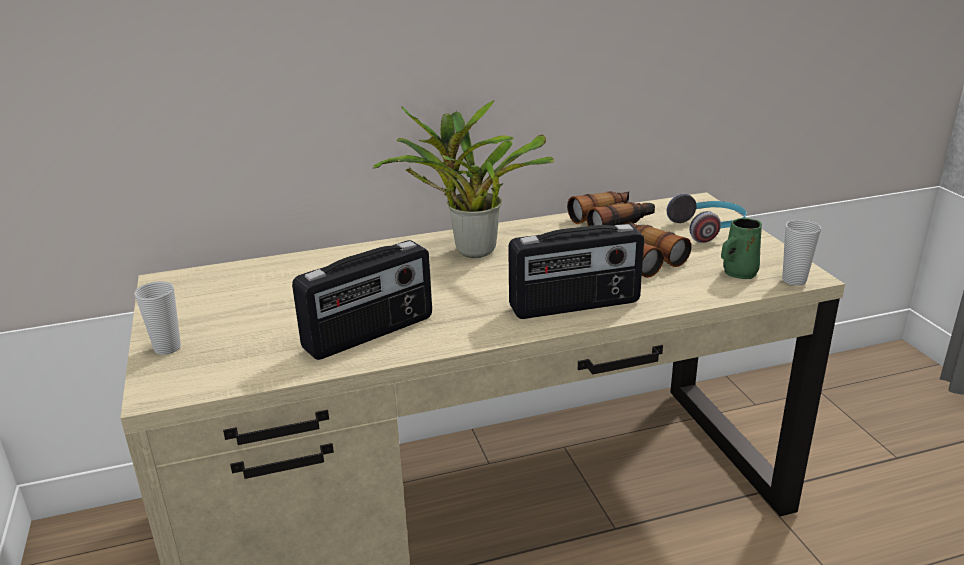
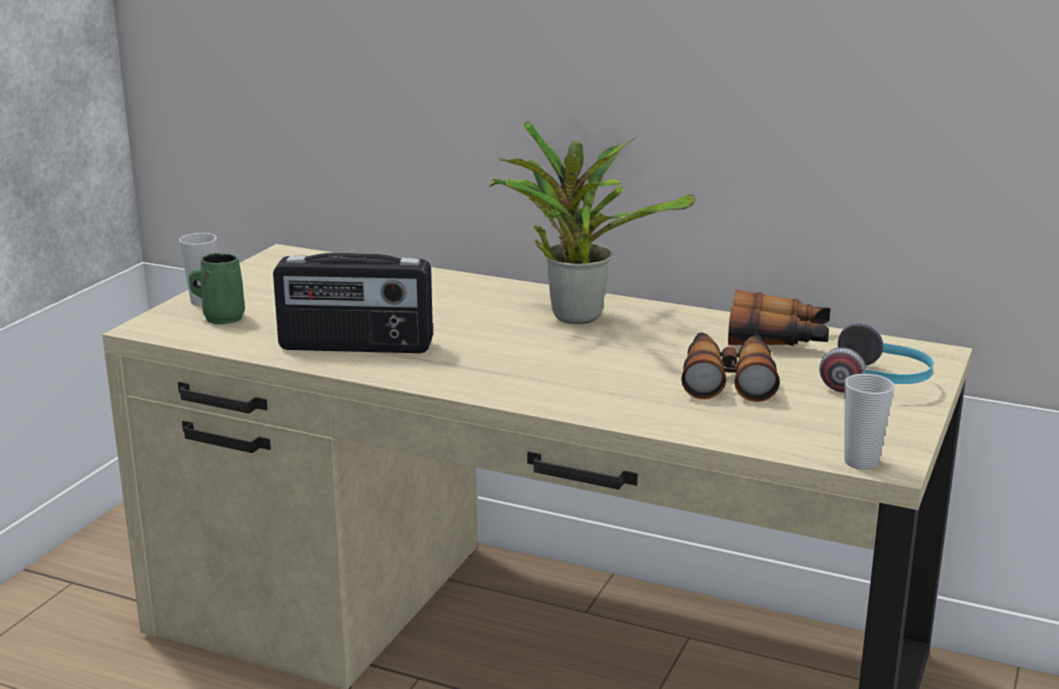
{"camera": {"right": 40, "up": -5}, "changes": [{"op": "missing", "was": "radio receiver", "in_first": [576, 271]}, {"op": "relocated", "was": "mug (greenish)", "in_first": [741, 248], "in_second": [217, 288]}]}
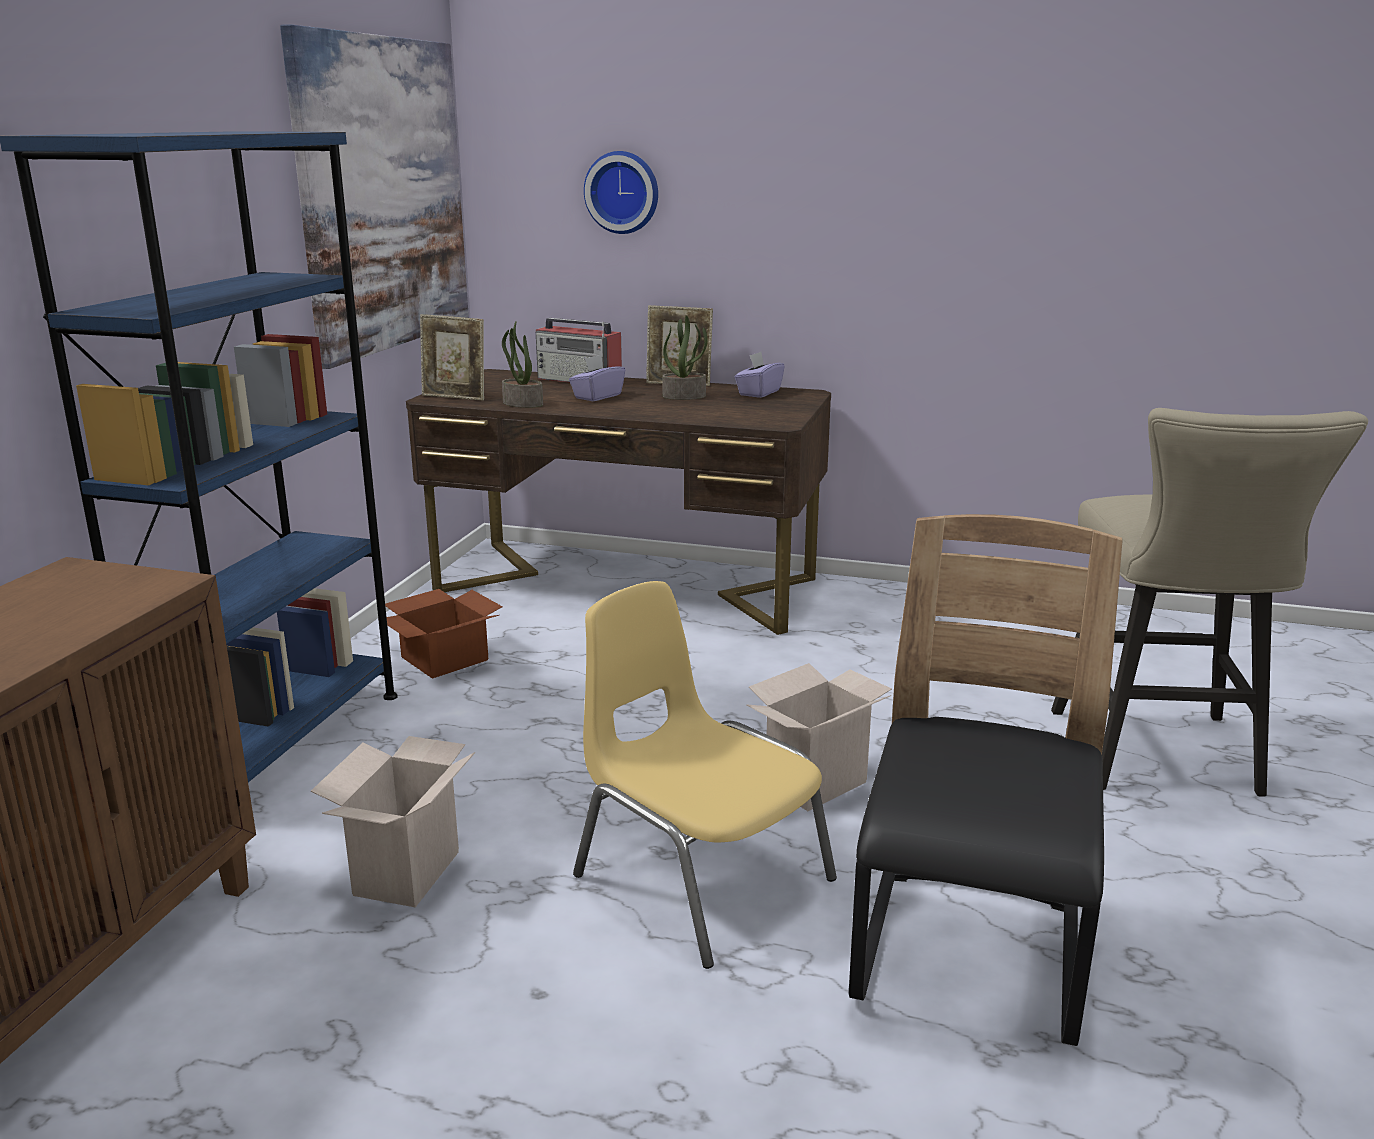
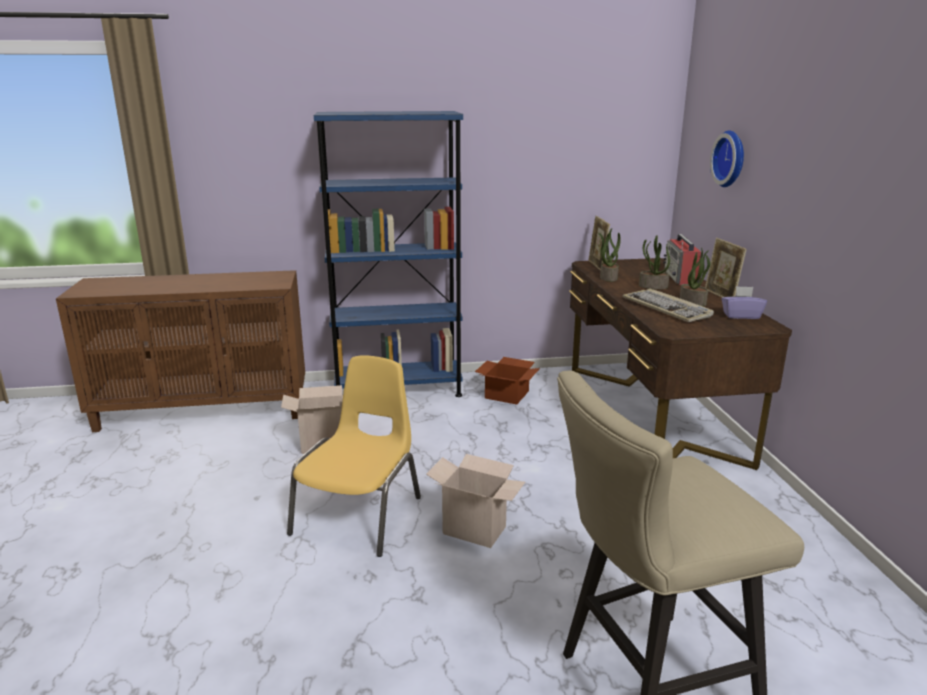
{"camera": {"right": 65, "up": 0}, "changes": [{"op": "missing", "was": "picture", "in_first": [374, 196]}, {"op": "missing", "was": "chair (blackish)", "in_first": [985, 780]}, {"op": "appeared", "now": "computer keyboard", "in_second": [668, 305]}, {"op": "exchanged", "was": "tissue holder (purple)", "now": "potted plant", "in_first": [597, 378], "in_second": [654, 262]}]}
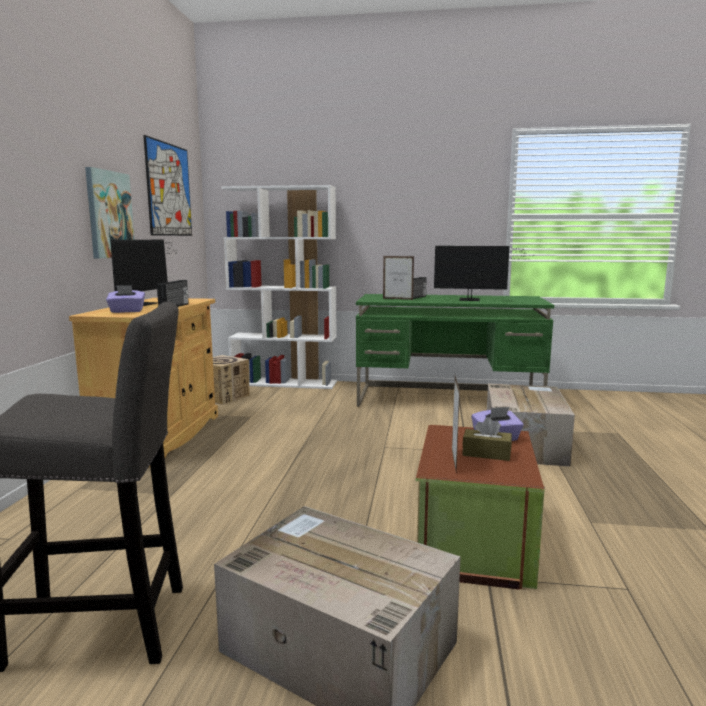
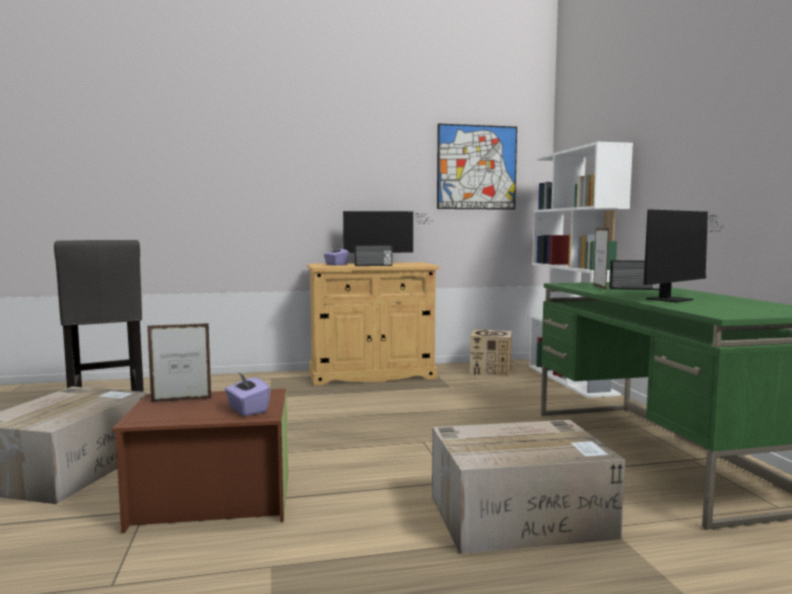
{"camera": {"right": 70, "up": -5}, "changes": [{"op": "missing", "was": "picture", "in_first": [109, 213]}, {"op": "missing", "was": "tissue holder (brownish)", "in_first": [487, 439]}, {"op": "spun", "was": "monitor", "in_first": [482, 273], "in_second": [682, 256], "clockwise": -120}]}
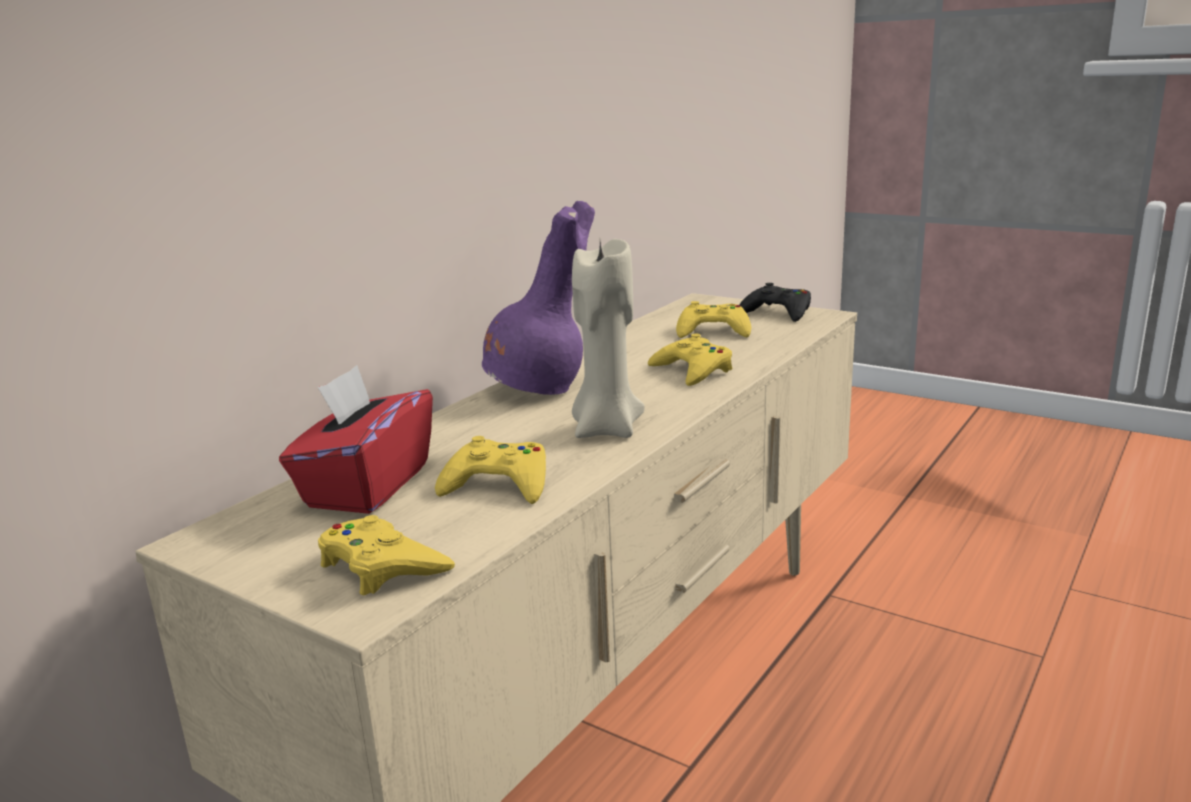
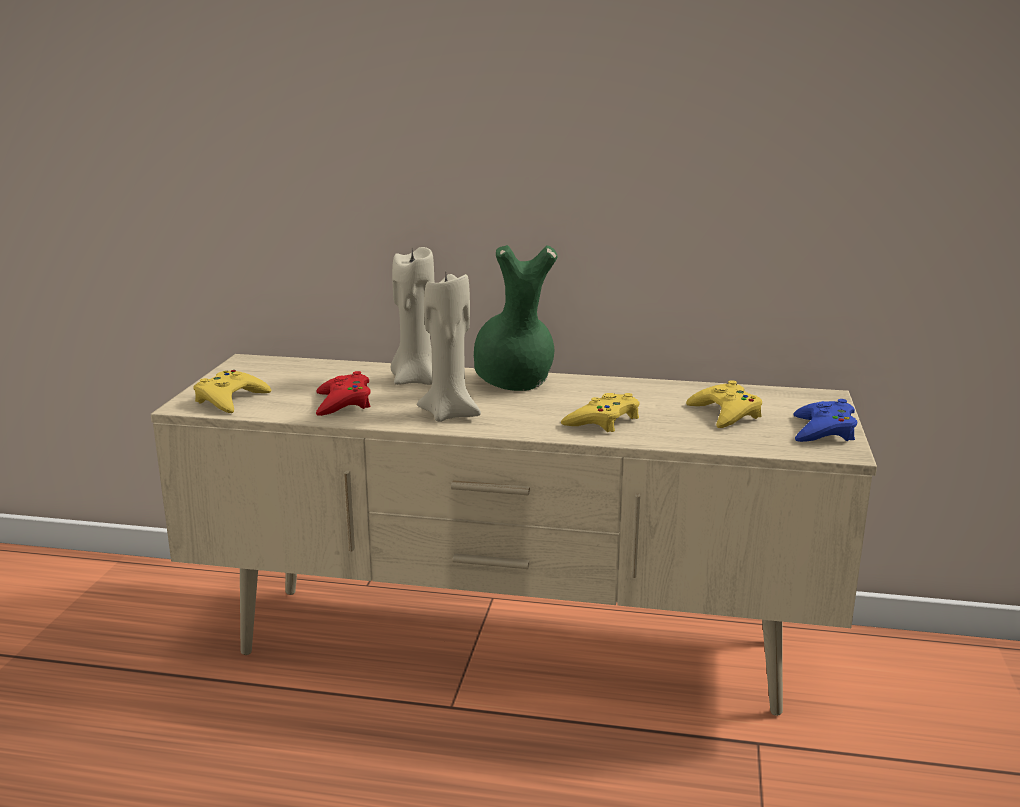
{"camera": {"right": 65, "up": 0}, "changes": [{"op": "missing", "was": "tissue holder (red-coloured)", "in_first": [356, 439]}, {"op": "appeared", "now": "wax candle (beige-coloured)", "in_second": [412, 316]}, {"op": "colour", "was": "joypad (yellowish)", "now": "joypad (red-coloured)", "in_first": [490, 470], "in_second": [343, 393]}, {"op": "colour", "was": "vase (purple)", "now": "vase (greenish)", "in_first": [538, 298], "in_second": [516, 318]}, {"op": "colour", "was": "joypad (blackish)", "now": "joypad (blue)", "in_first": [775, 302], "in_second": [825, 420]}]}
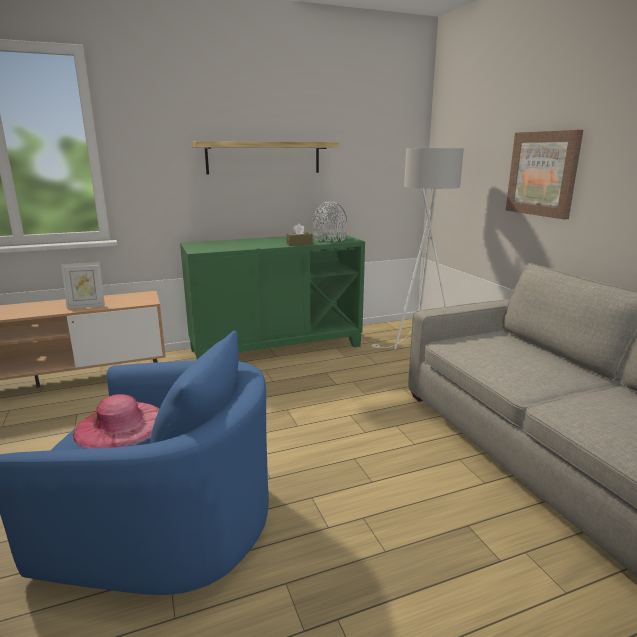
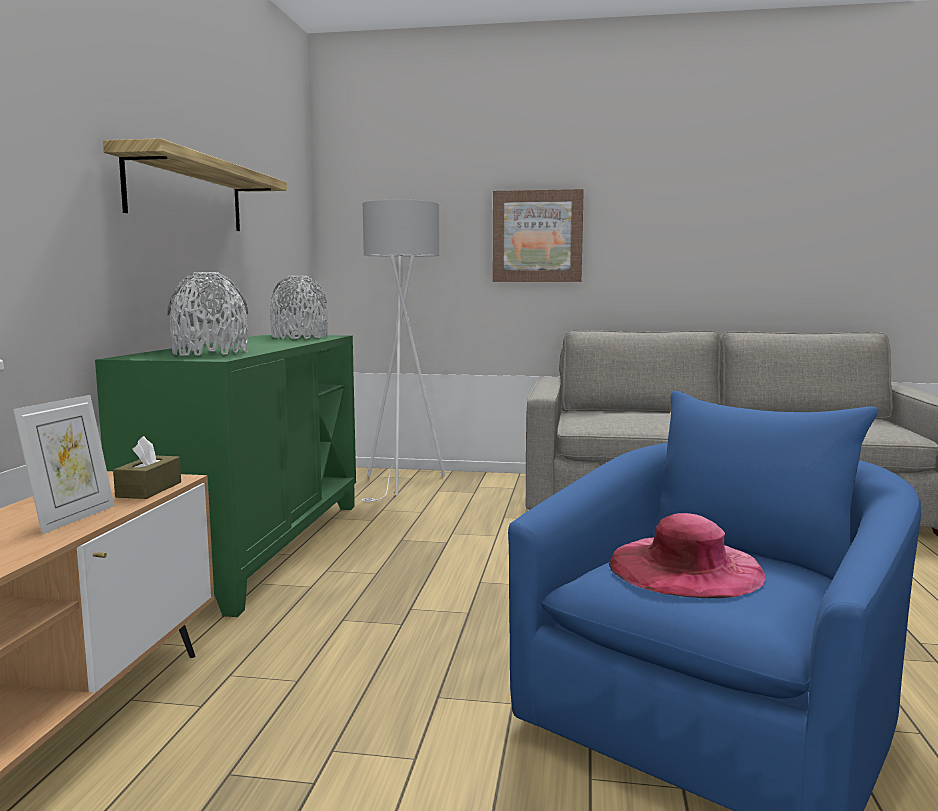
{"camera": {"right": -60, "up": -10}, "changes": [{"op": "appeared", "now": "vase (greyish)", "in_second": [207, 314]}, {"op": "relocated", "was": "tissue holder (brownish)", "in_first": [299, 235], "in_second": [147, 467]}]}
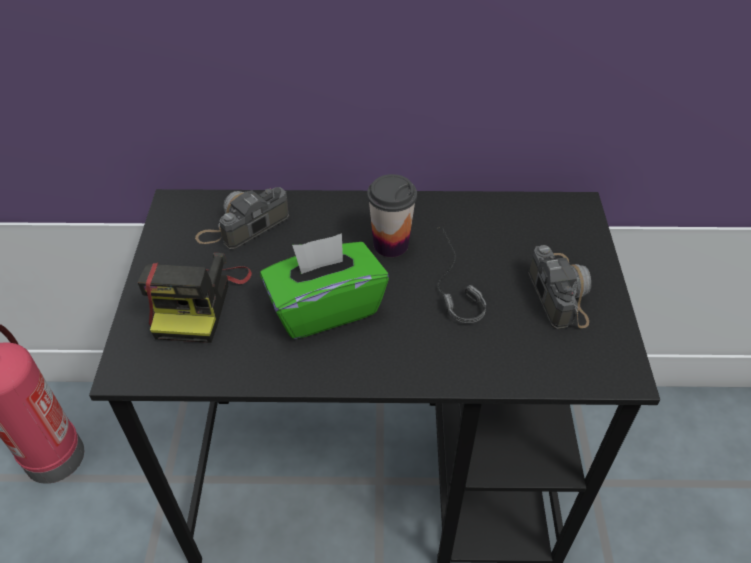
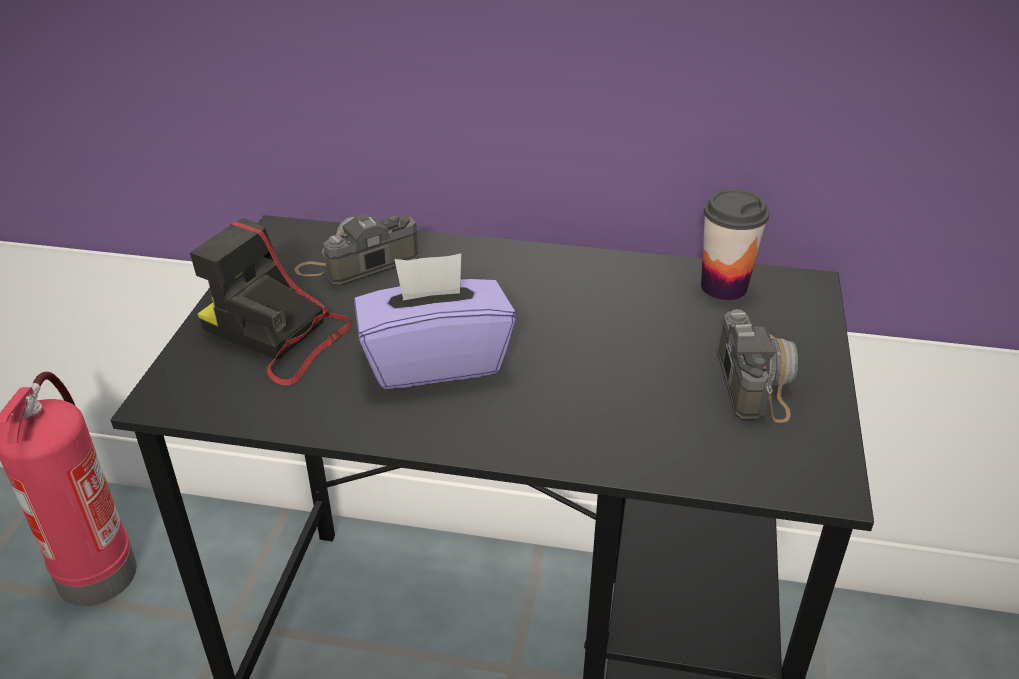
{"camera": {"right": 10, "up": -10}, "changes": [{"op": "missing", "was": "pair of headphones", "in_first": [462, 275]}, {"op": "relocated", "was": "small cup", "in_first": [392, 215], "in_second": [735, 244]}, {"op": "colour", "was": "tissue holder (greenish)", "now": "tissue holder (purple)", "in_first": [324, 286], "in_second": [435, 321]}, {"op": "spun", "was": "photo camera", "in_first": [195, 298], "in_second": [271, 301], "clockwise": 105}]}
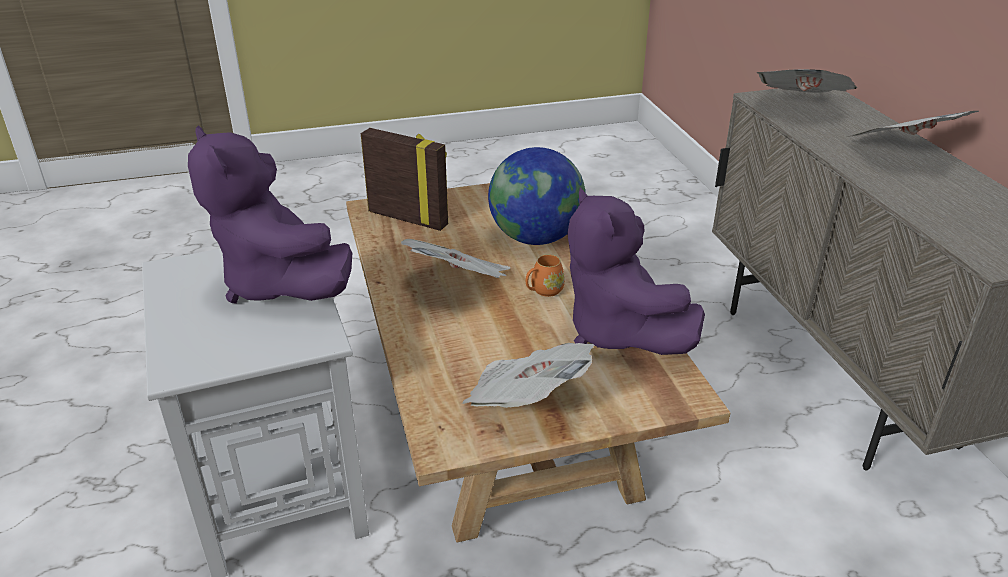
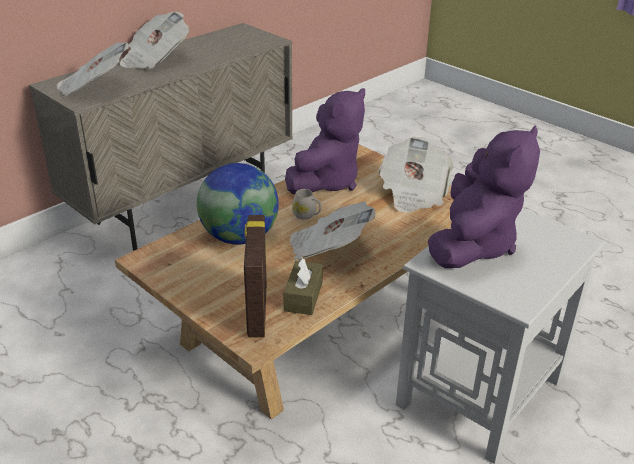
{"camera": {"right": -120, "up": 0}, "changes": [{"op": "appeared", "now": "tissue holder (brownish)", "in_second": [303, 286]}, {"op": "colour", "was": "mug (orange)", "now": "mug (whitish)", "in_first": [545, 275], "in_second": [306, 204]}]}
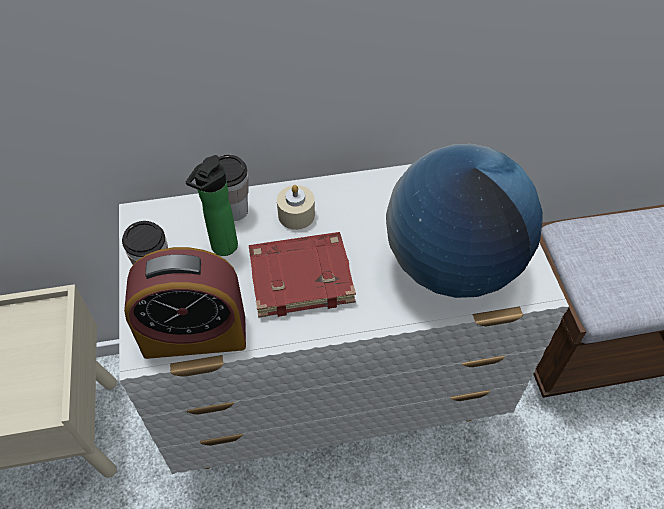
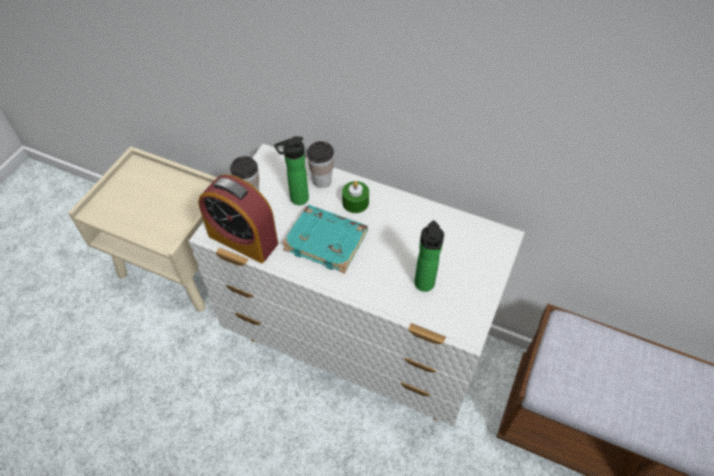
{"camera": {"right": 35, "up": 0}, "changes": [{"op": "exchanged", "was": "desk globe", "now": "drink bottle", "in_first": [464, 221], "in_second": [429, 256]}, {"op": "colour", "was": "volume (red-coloured)", "now": "volume (turquoise)", "in_first": [302, 275], "in_second": [325, 239]}, {"op": "colour", "was": "wax candle (beige-coloured)", "now": "wax candle (greenish)", "in_first": [296, 207], "in_second": [355, 197]}]}
